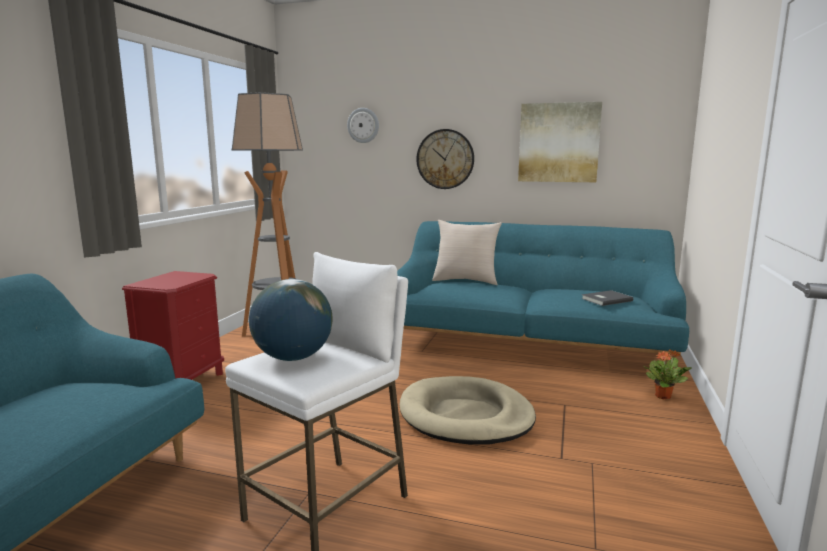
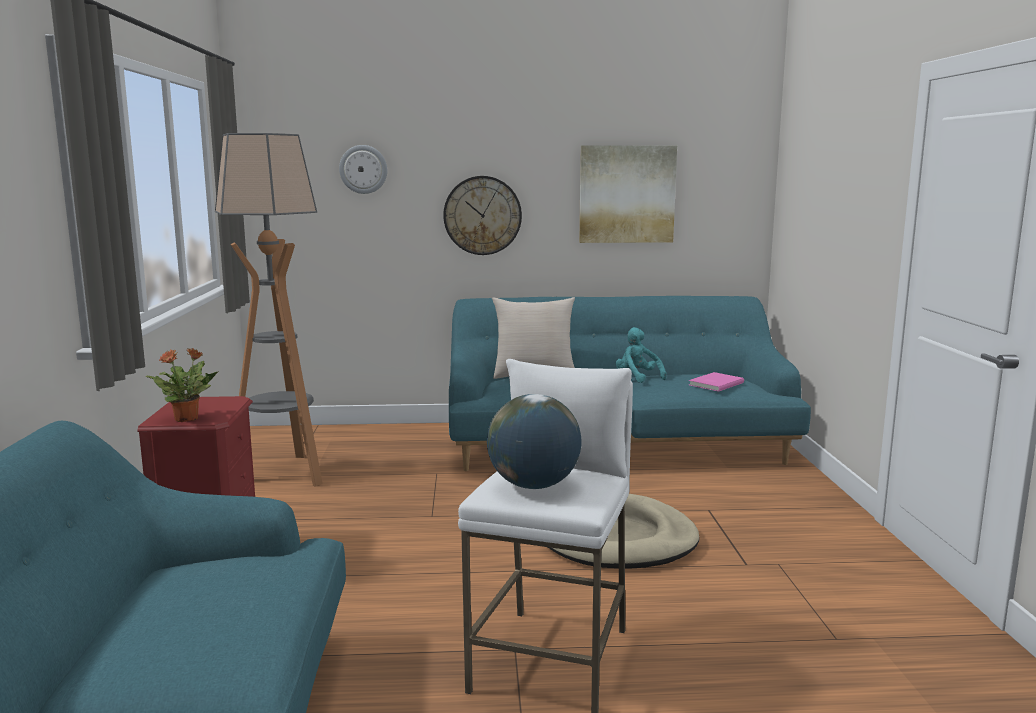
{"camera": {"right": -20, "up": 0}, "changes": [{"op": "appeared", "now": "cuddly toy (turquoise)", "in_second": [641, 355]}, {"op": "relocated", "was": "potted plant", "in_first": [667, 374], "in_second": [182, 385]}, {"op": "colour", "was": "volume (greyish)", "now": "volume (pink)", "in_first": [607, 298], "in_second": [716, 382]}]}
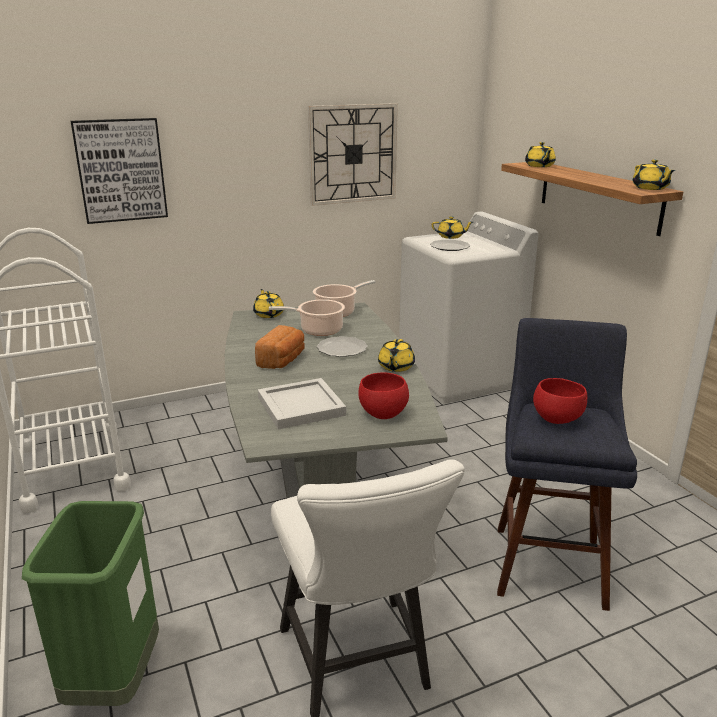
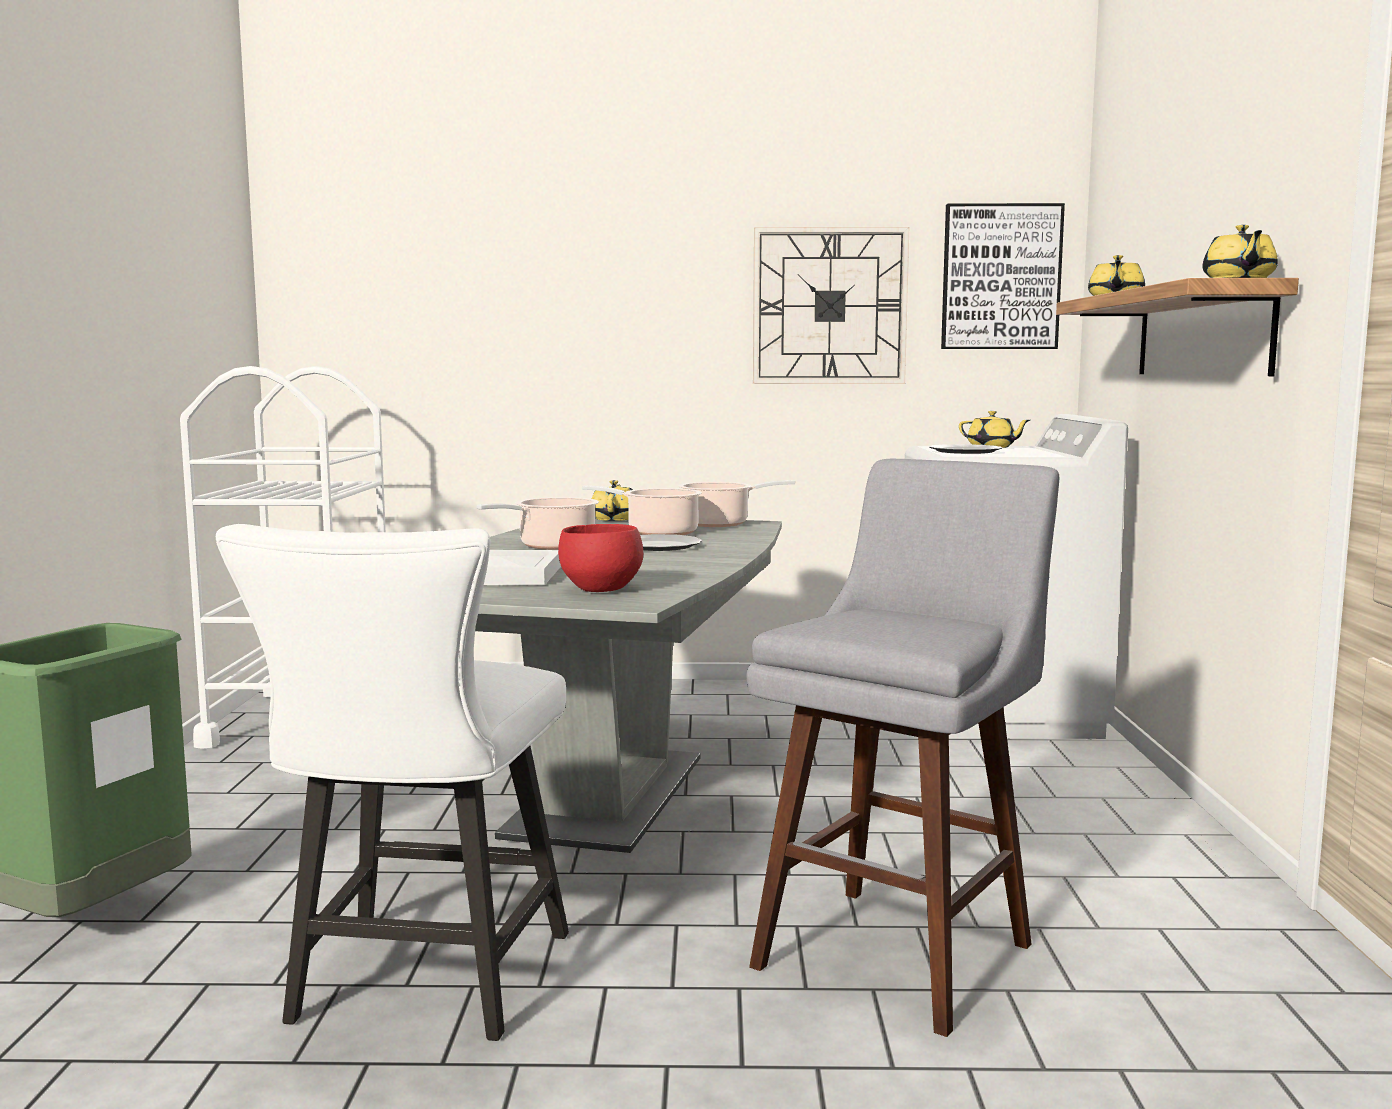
{"camera": {"right": 25, "up": -15}, "changes": [{"op": "missing", "was": "teapot (yellowish)", "in_first": [396, 355]}, {"op": "missing", "was": "bowl (red-coloured)", "in_first": [560, 401]}, {"op": "relocated", "was": "picture", "in_first": [119, 171], "in_second": [1003, 276]}, {"op": "exchanged", "was": "baked bread", "now": "saucepot", "in_first": [280, 347], "in_second": [537, 523]}, {"op": "colour", "was": "stool (blue)", "now": "stool (greyish)", "in_first": [567, 464], "in_second": [903, 748]}]}
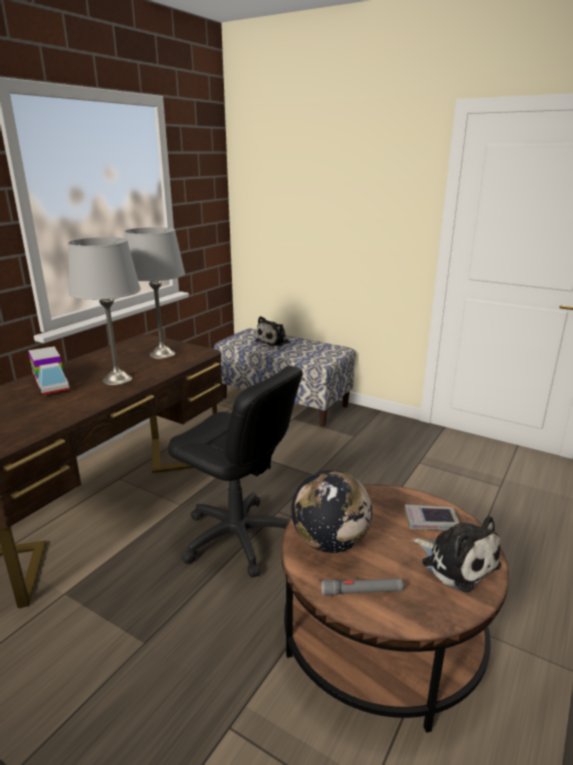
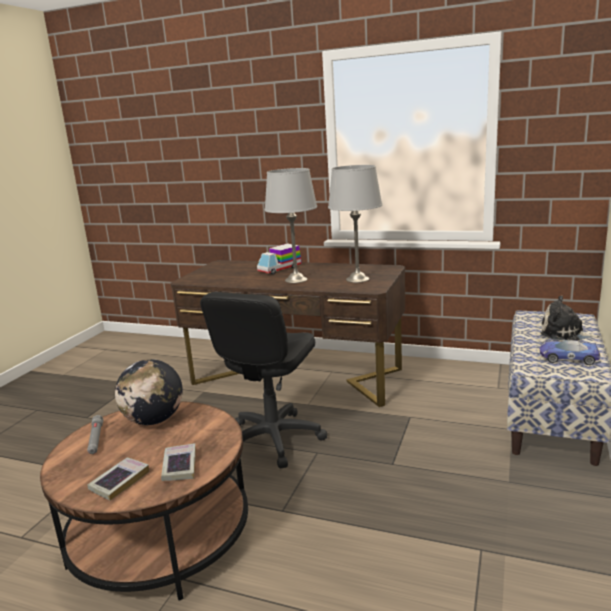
{"camera": {"right": 80, "up": -5}, "changes": [{"op": "appeared", "now": "model car", "in_second": [570, 352]}, {"op": "exchanged", "was": "cuddly toy", "now": "volume", "in_first": [457, 554], "in_second": [118, 479]}]}
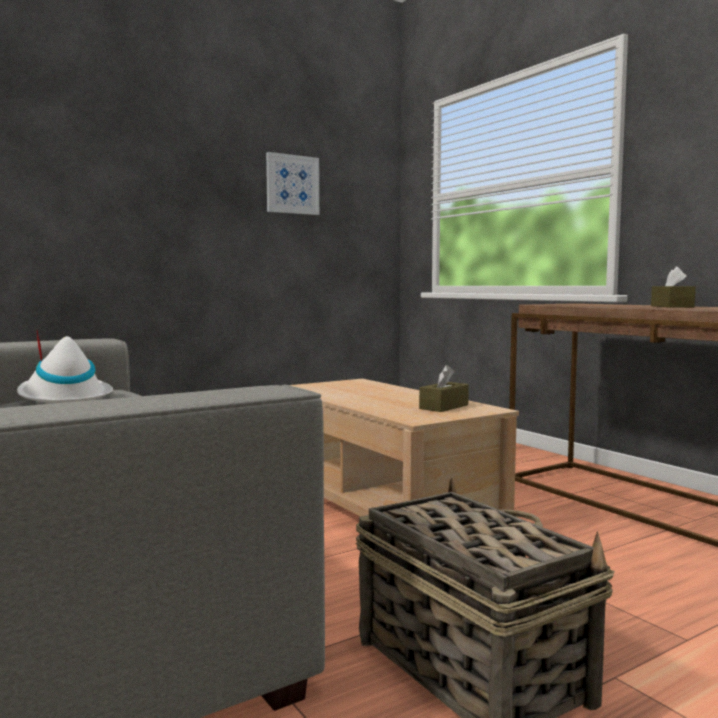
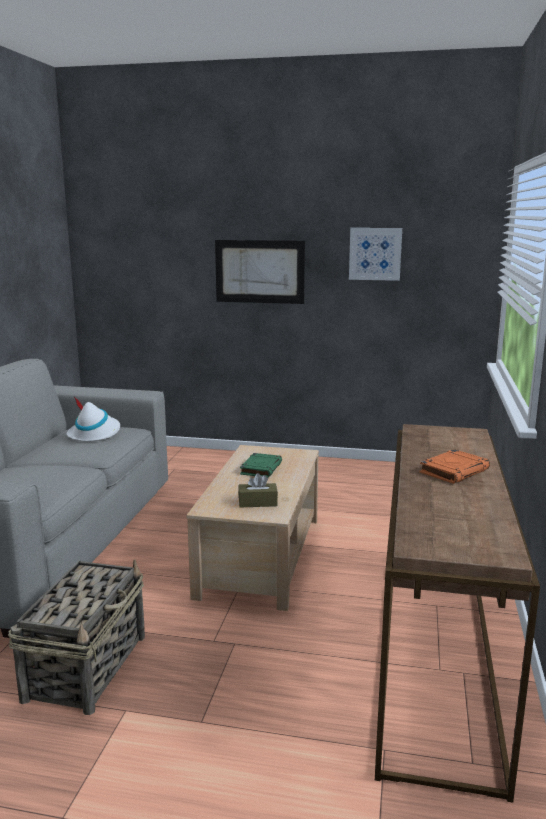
{"camera": {"right": 45, "up": 10}, "changes": [{"op": "appeared", "now": "picture", "in_second": [260, 272]}, {"op": "appeared", "now": "volume (greenish)", "in_second": [261, 465]}, {"op": "exchanged", "was": "tissue holder (brownish)", "now": "volume (orange)", "in_first": [673, 287], "in_second": [454, 466]}]}
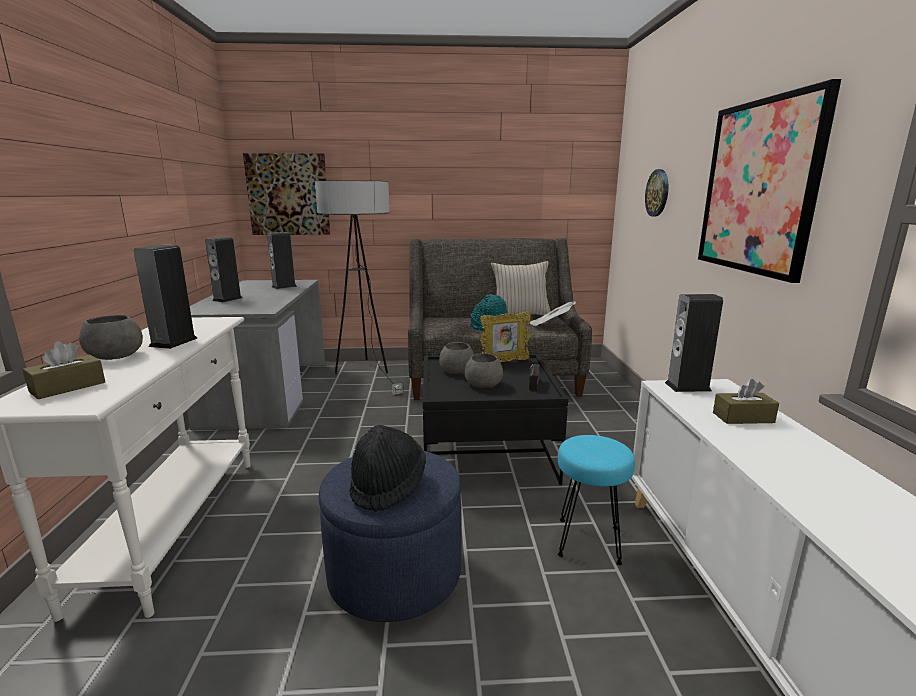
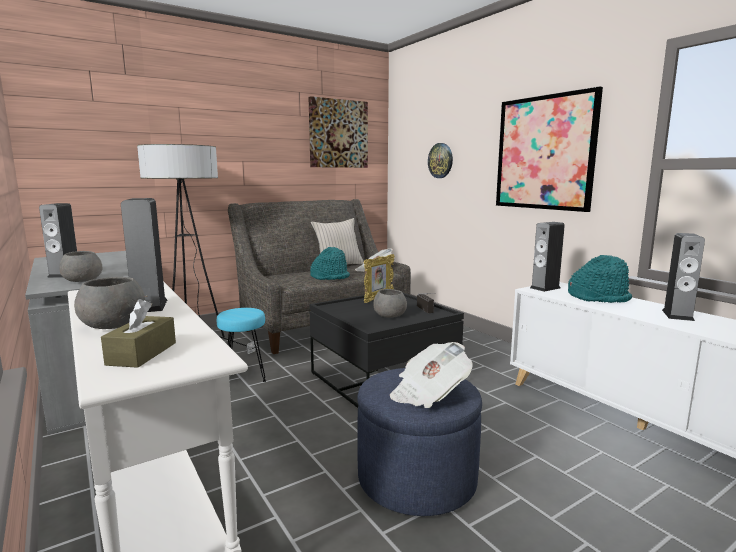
{"camera": {"right": -30, "up": -5}, "changes": [{"op": "relocated", "was": "picture", "in_first": [286, 194], "in_second": [338, 132]}, {"op": "relocated", "was": "speaker", "in_first": [282, 260], "in_second": [683, 277]}, {"op": "relocated", "was": "bowl (greyish)", "in_first": [456, 358], "in_second": [80, 266]}, {"op": "relocated", "was": "stool (turquoise)", "in_first": [596, 500], "in_second": [241, 345]}, {"op": "exchanged", "was": "wearable hat (blackish)", "now": "newspaper", "in_first": [387, 468], "in_second": [431, 375]}, {"op": "exchanged", "was": "tissue holder (brownish)", "now": "wearable hat (turquoise)", "in_first": [746, 401], "in_second": [600, 279]}]}
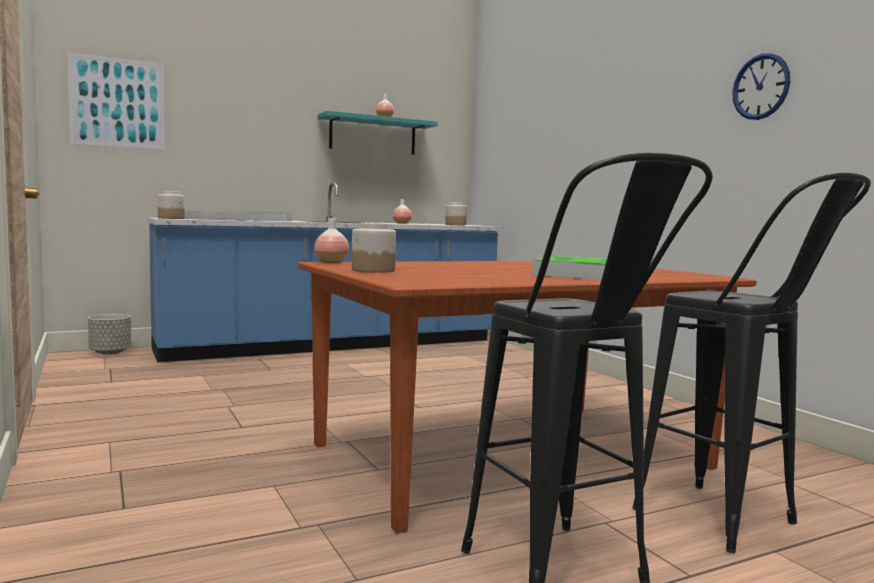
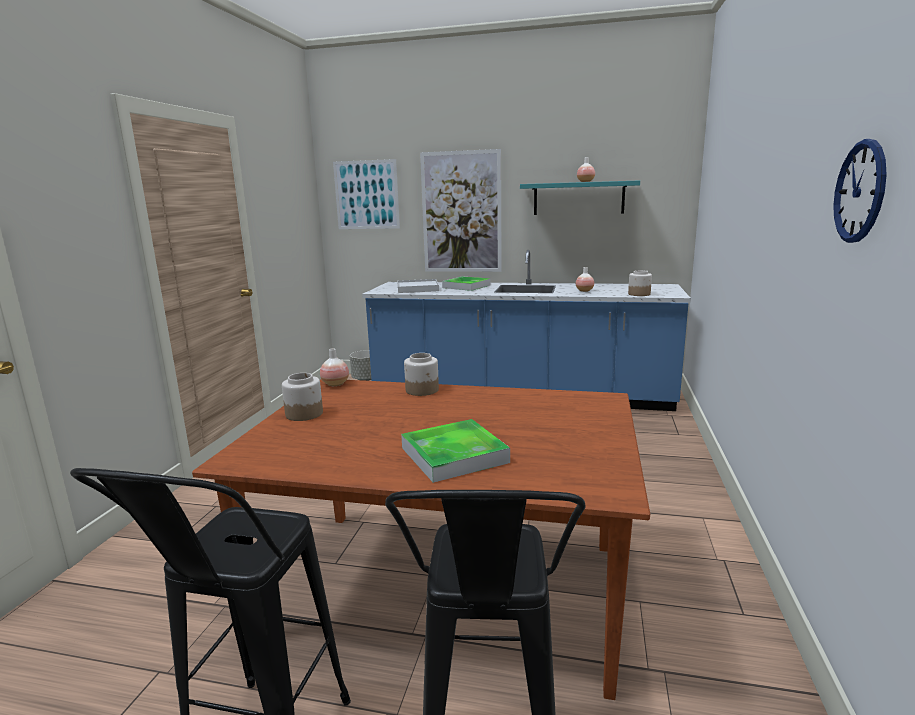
{"camera": {"right": 40, "up": 10}, "changes": [{"op": "appeared", "now": "picture", "in_second": [461, 210]}, {"op": "relocated", "was": "preserve jar", "in_first": [171, 205], "in_second": [421, 374]}]}
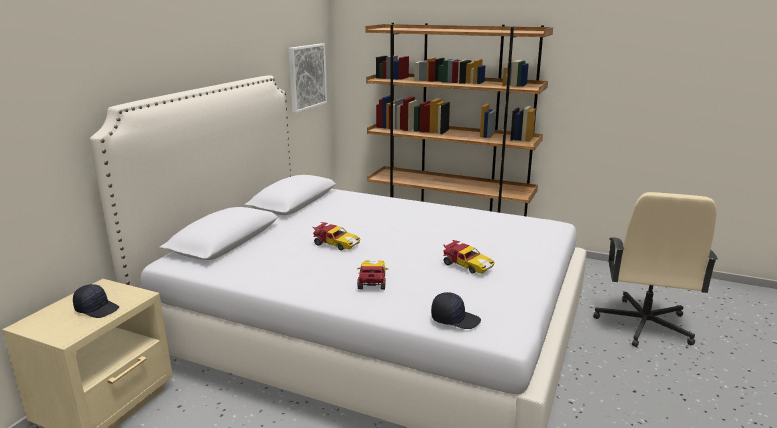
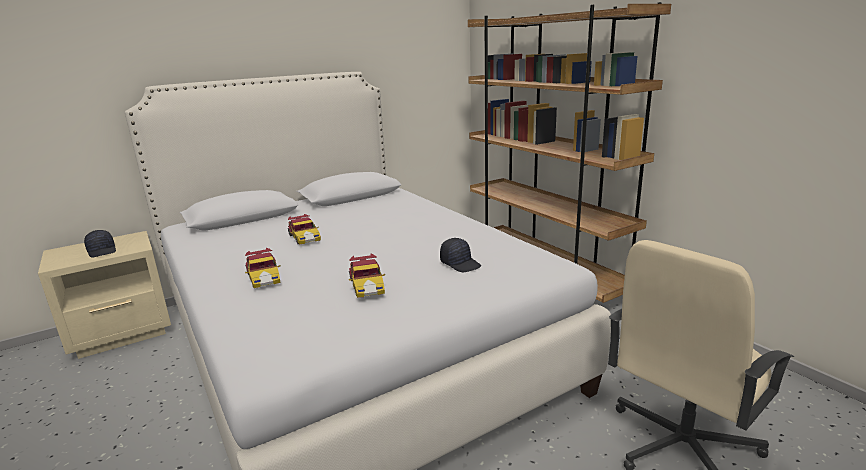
{"camera": {"right": 35, "up": 0}, "changes": [{"op": "missing", "was": "picture", "in_first": [308, 78]}, {"op": "relocated", "was": "peaked cap (blackish)", "in_first": [456, 310], "in_second": [460, 255]}, {"op": "spun", "was": "model car", "in_first": [372, 275], "in_second": [262, 268], "clockwise": 120}]}
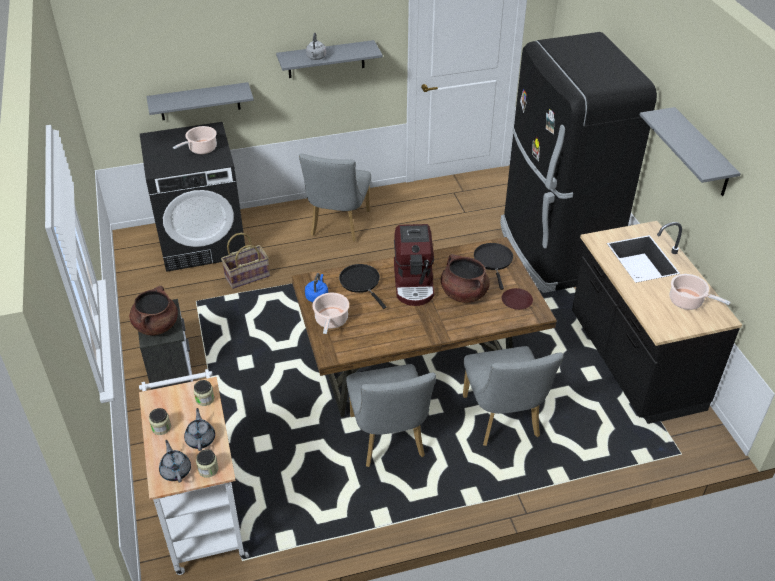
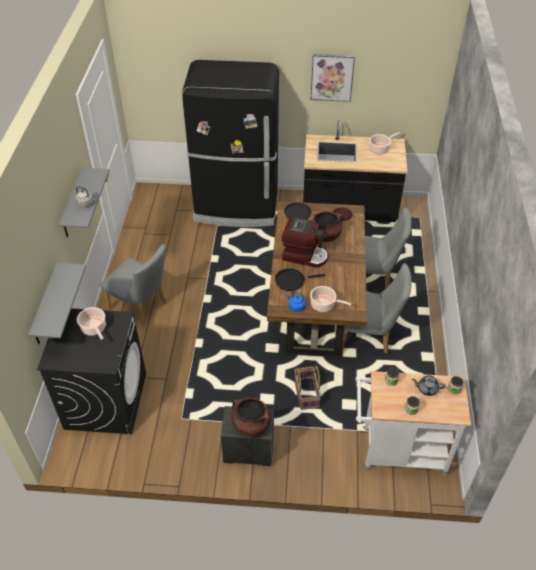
{"camera": {"right": -70, "up": 5}, "changes": [{"op": "missing", "was": "teapot (greyish)", "in_first": [175, 461]}, {"op": "relocated", "was": "storage basket", "in_first": [245, 261], "in_second": [307, 388]}, {"op": "exchanged", "was": "wall shelf (greyish)", "now": "picture", "in_first": [690, 151], "in_second": [333, 78]}]}
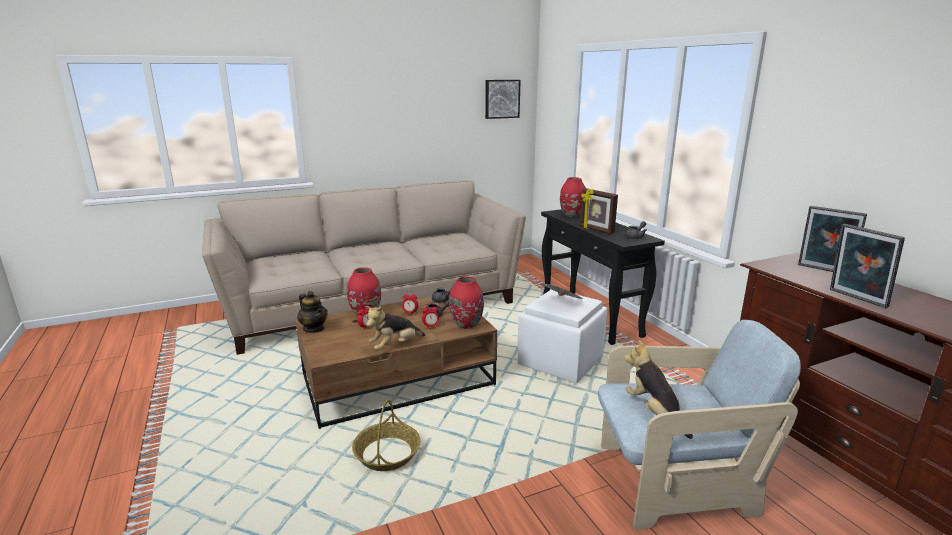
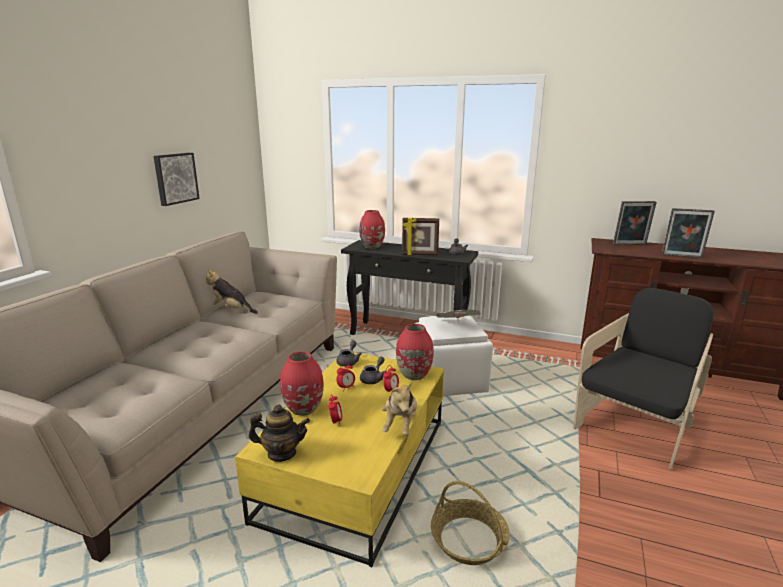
{"camera": {"right": -45, "up": 0}, "changes": [{"op": "relocated", "was": "picture", "in_first": [503, 99], "in_second": [176, 179]}, {"op": "relocated", "was": "cuddly toy", "in_first": [658, 389], "in_second": [232, 291]}, {"op": "colour", "was": "coffee table (brownish)", "now": "coffee table (yellowish)", "in_first": [396, 362], "in_second": [339, 459]}, {"op": "colour", "was": "lounge chair (beige-coloured)", "now": "lounge chair (blackish)", "in_first": [699, 425], "in_second": [643, 379]}]}
